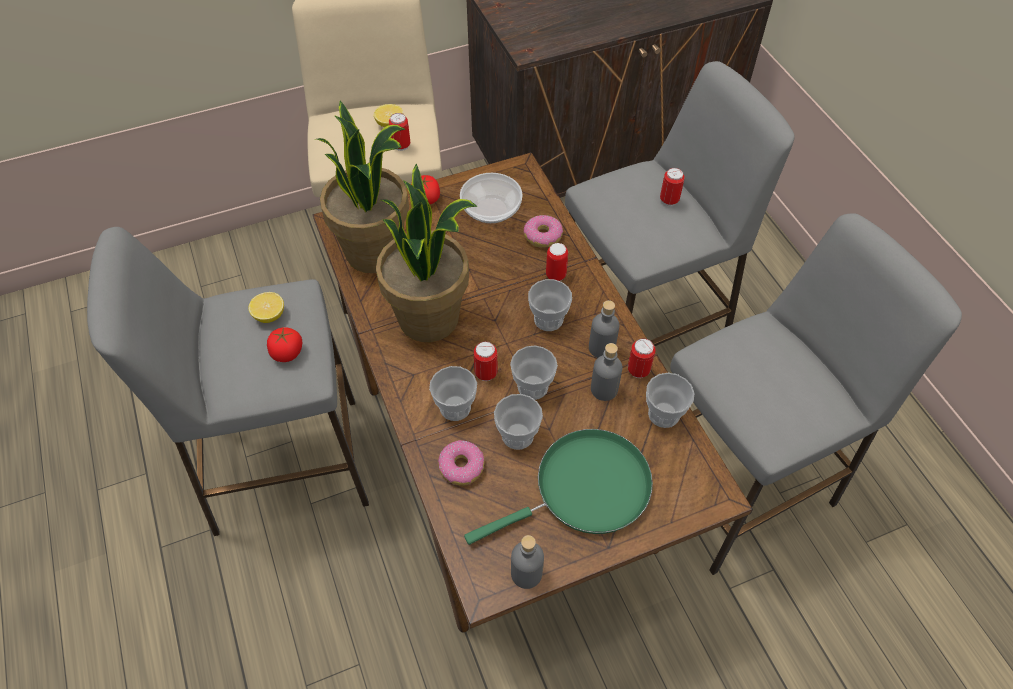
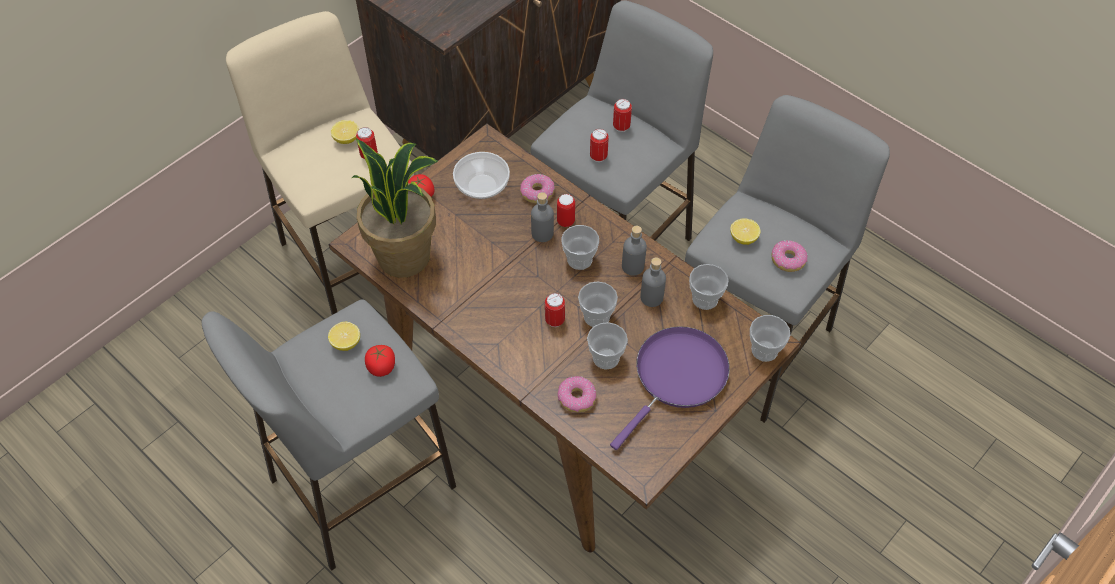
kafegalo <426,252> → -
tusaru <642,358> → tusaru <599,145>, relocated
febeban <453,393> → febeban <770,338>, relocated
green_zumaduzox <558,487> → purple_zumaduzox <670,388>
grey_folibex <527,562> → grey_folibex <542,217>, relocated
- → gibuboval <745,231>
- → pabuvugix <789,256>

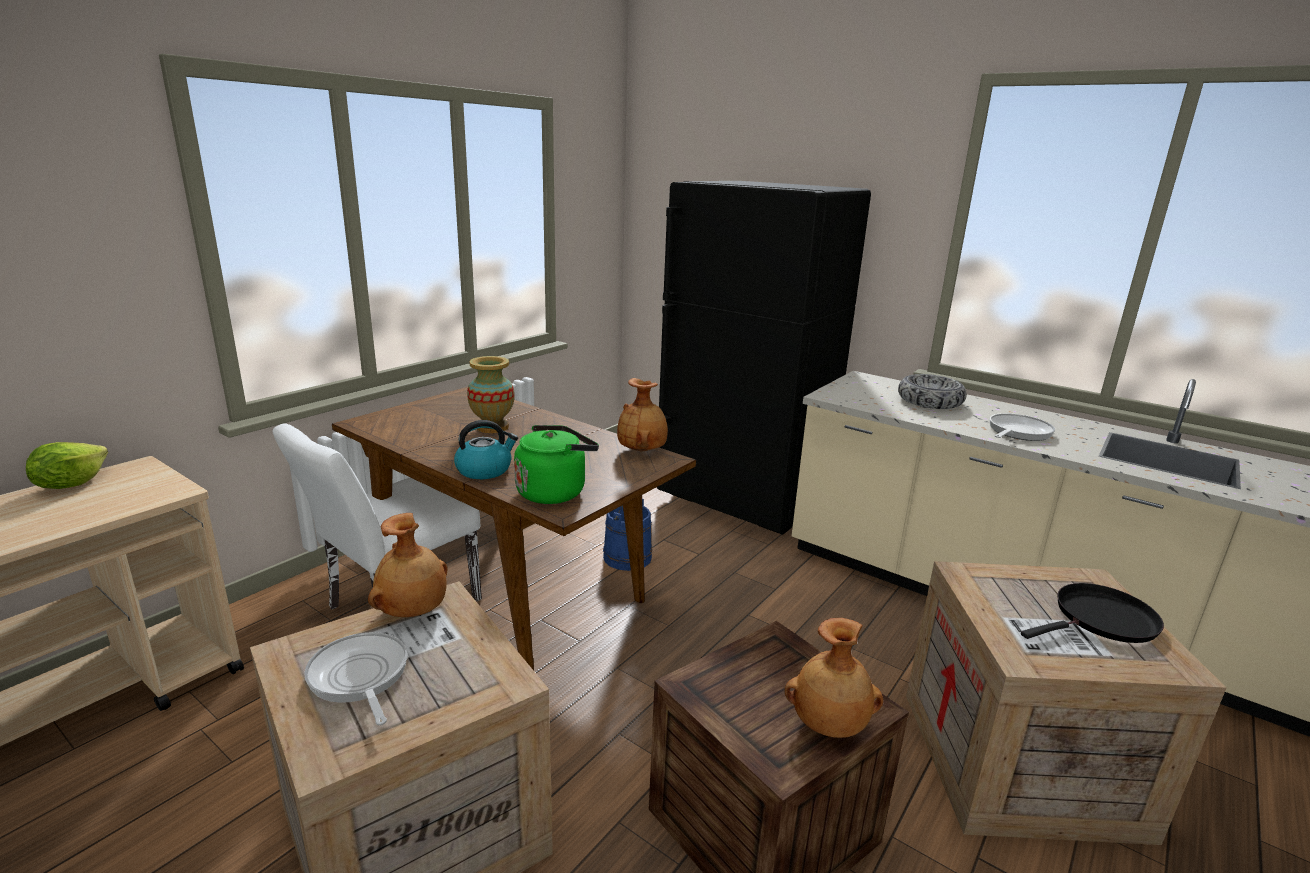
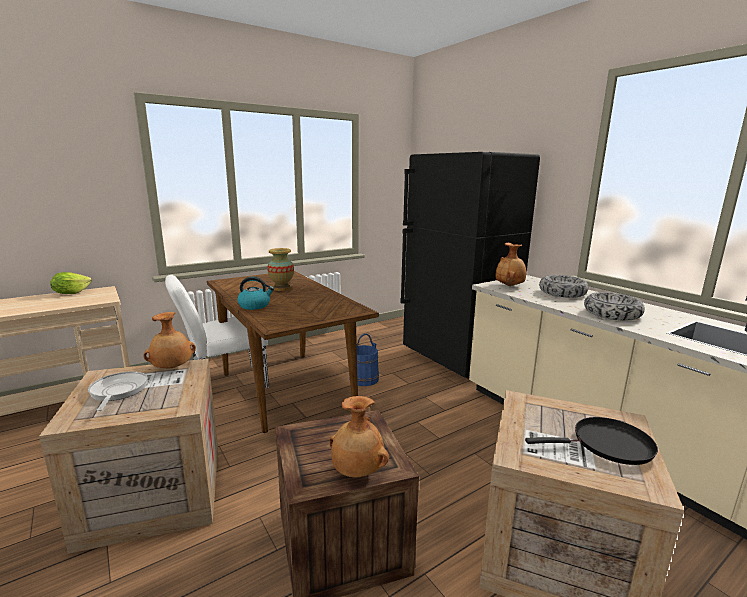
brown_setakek <642,415> → brown_setakek <510,264>, relocated
zumaduzox <1022,427> → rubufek <614,306>
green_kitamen <556,464> → -

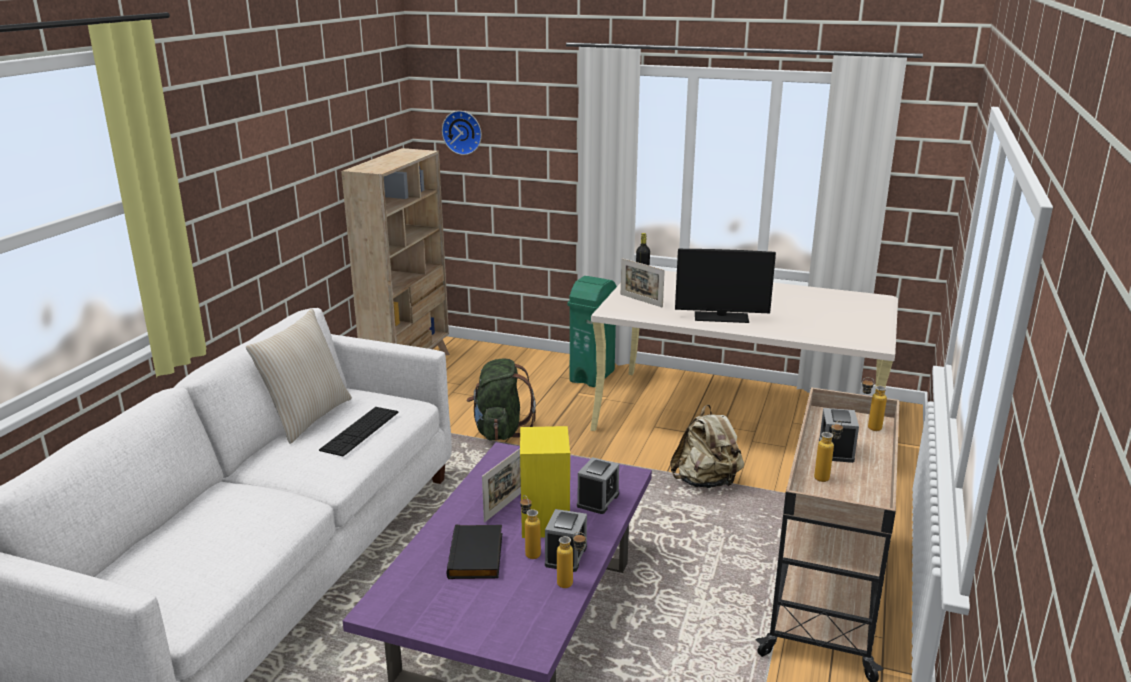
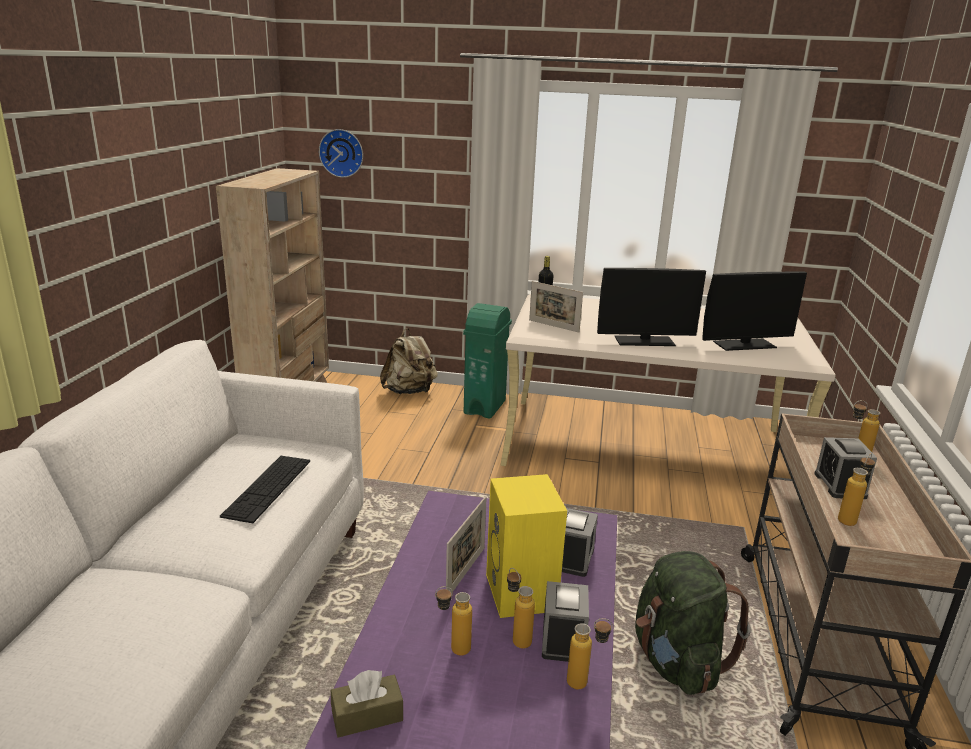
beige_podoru <299,376> → -
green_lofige <501,399> → green_lofige <693,623>, relocated
beige_lofige <707,446> → beige_lofige <409,361>, relocated
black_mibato <474,552> → folibex <453,621>
- → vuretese <754,311>
- → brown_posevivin <367,704>

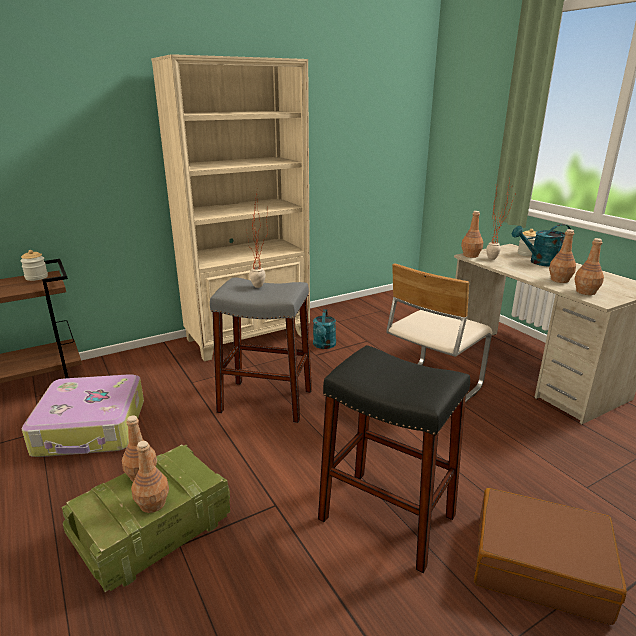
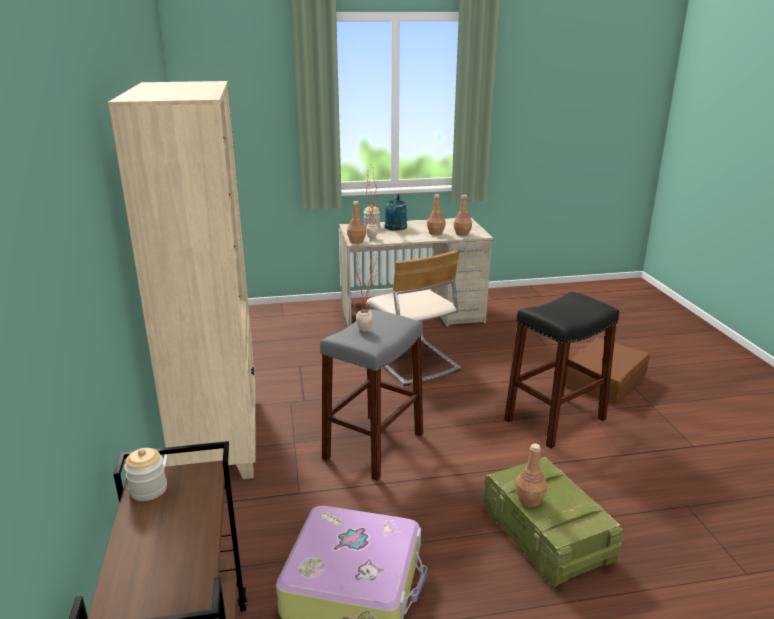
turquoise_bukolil <324,329> → -
brown_folibex <150,477> → -

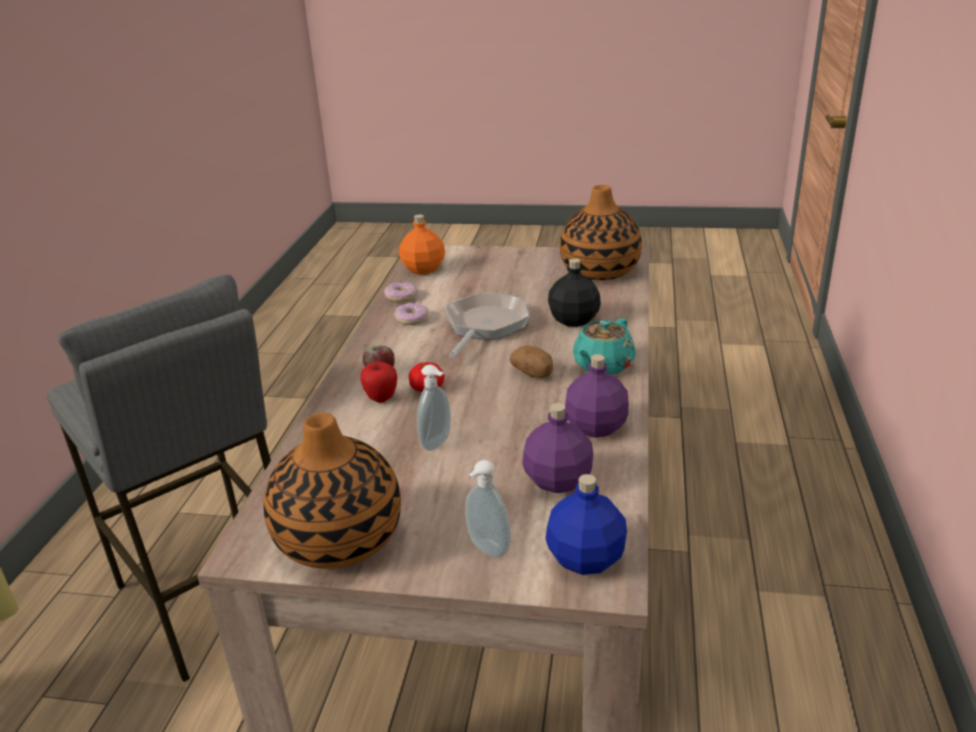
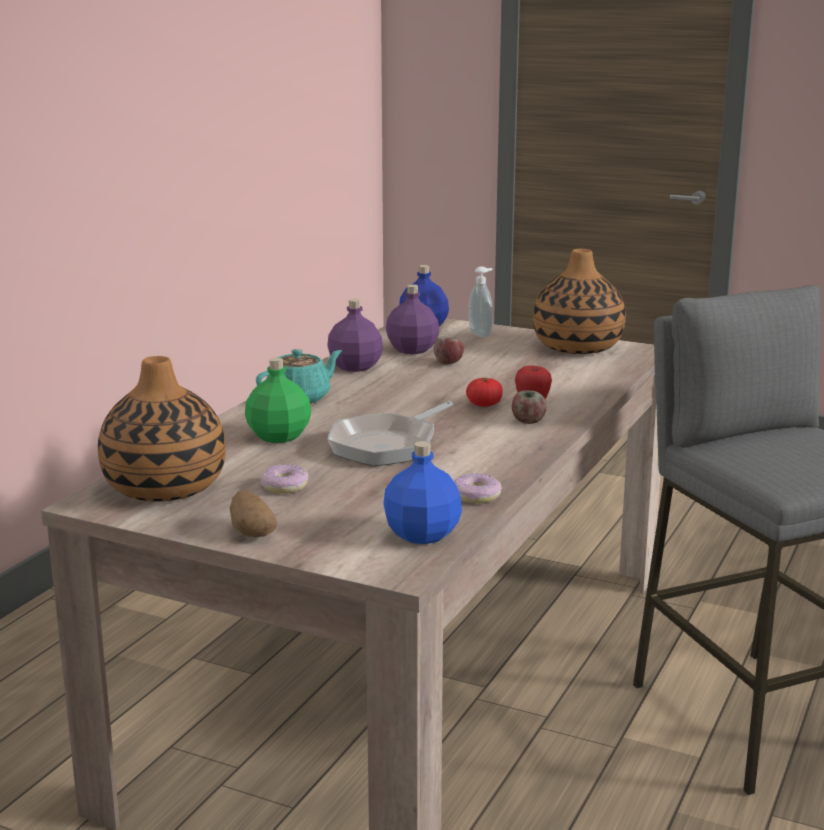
orange_folibex <422,245> → blue_folibex <422,492>
black_folibex <574,292> → green_folibex <278,400>
pabuvugix <411,314> → pabuvugix <284,479>, relocated
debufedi <531,362> → debufedi <253,513>, relocated
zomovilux <434,408> → -
- → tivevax <448,351>

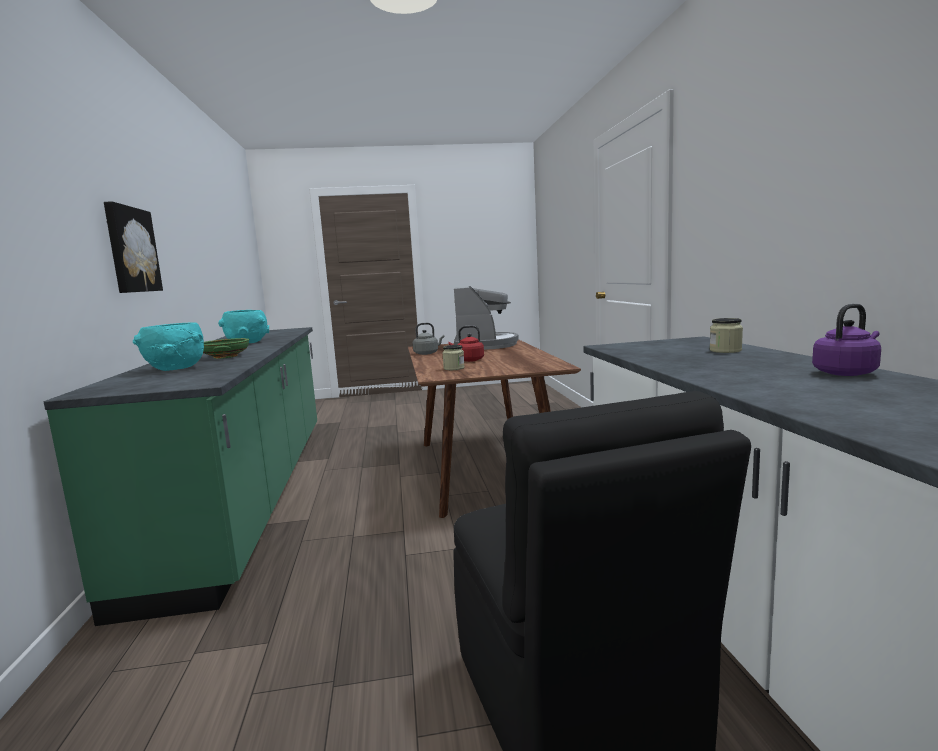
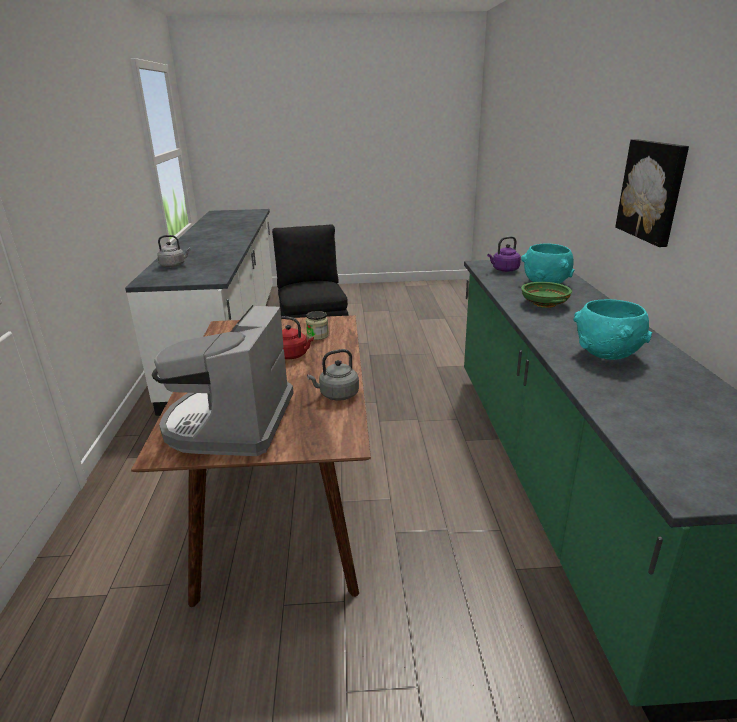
purple_kitamen <846,340> → purple_kitamen <504,254>, relocated
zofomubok <726,335> → grey_kitamen <174,251>

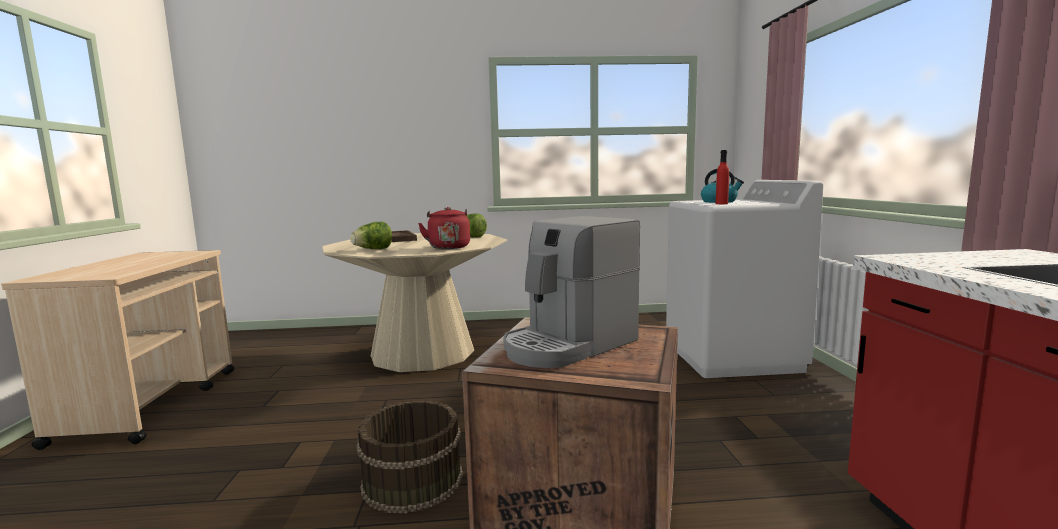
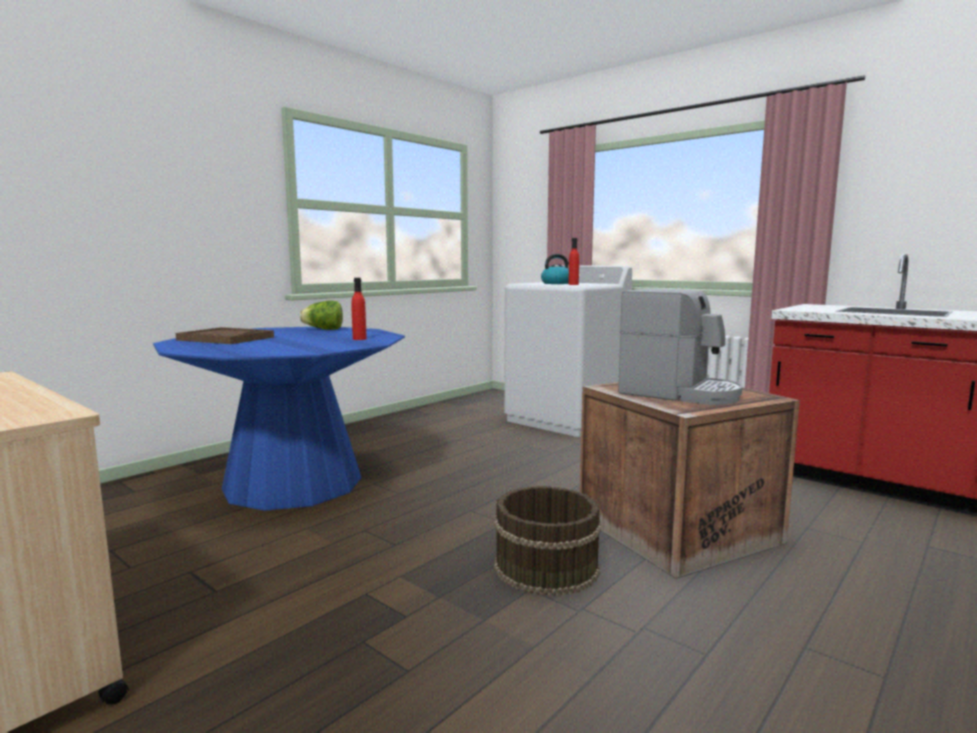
red_kitamen <444,228> → red_folibex <359,309>
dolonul <571,292> → dolonul <680,346>, 60 degrees counterclockwise
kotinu <371,235> → -
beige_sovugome <414,302> → blue_sovugome <279,419>

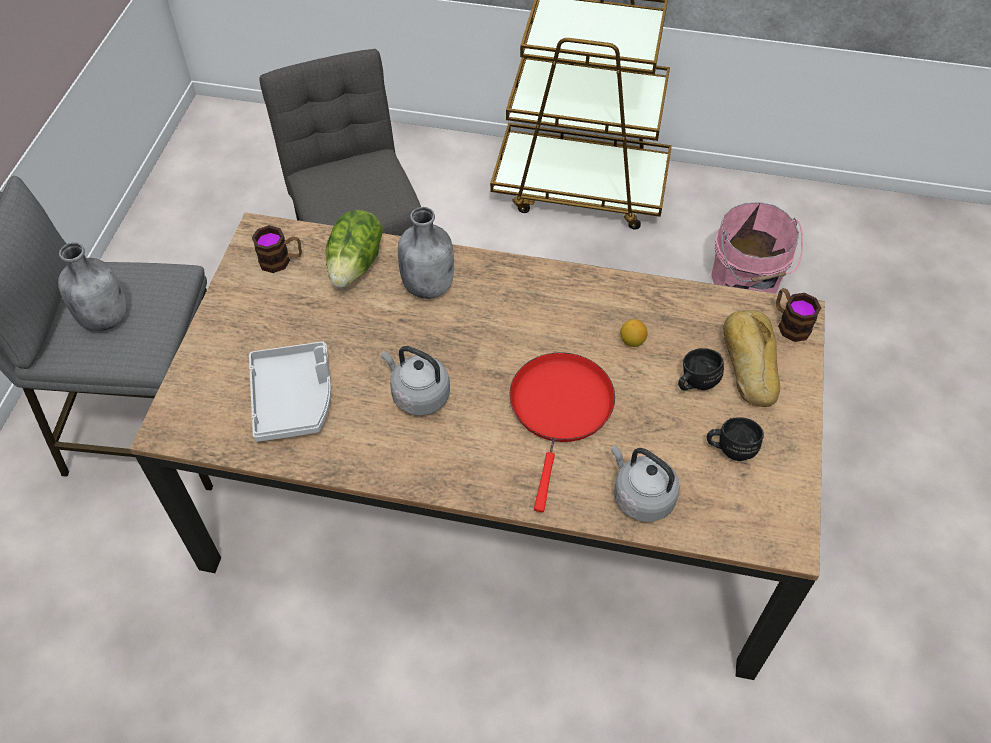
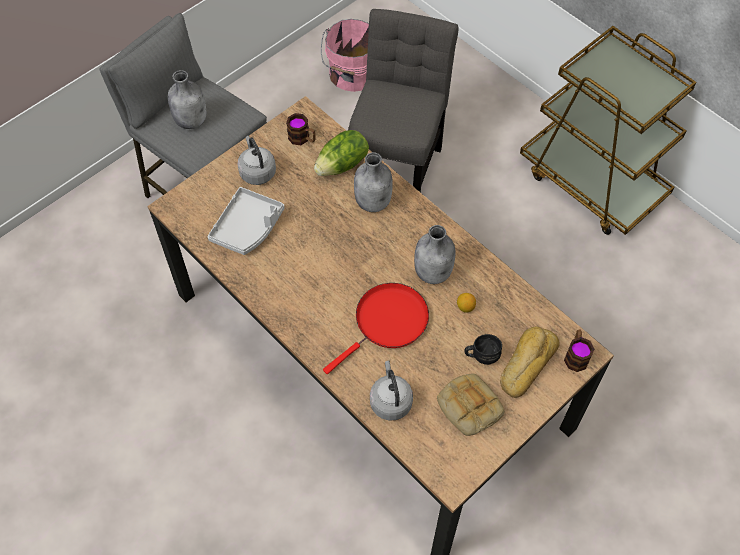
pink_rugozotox <757,247> → pink_rugozotox <345,55>, relocated
grey_kitamen <415,381> → grey_kitamen <256,160>, relocated
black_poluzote <735,439> → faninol <471,404>
- → grey_folibex <434,254>

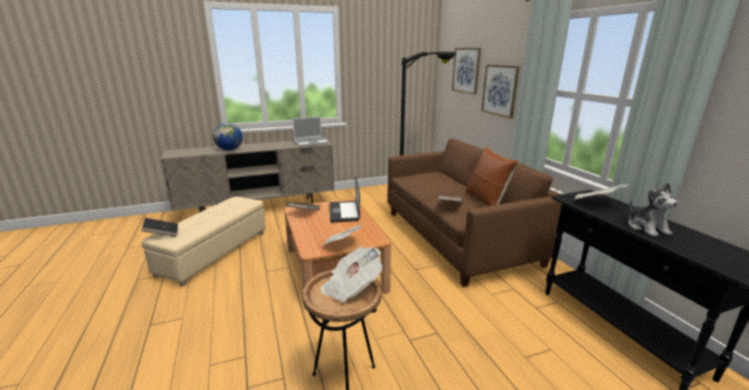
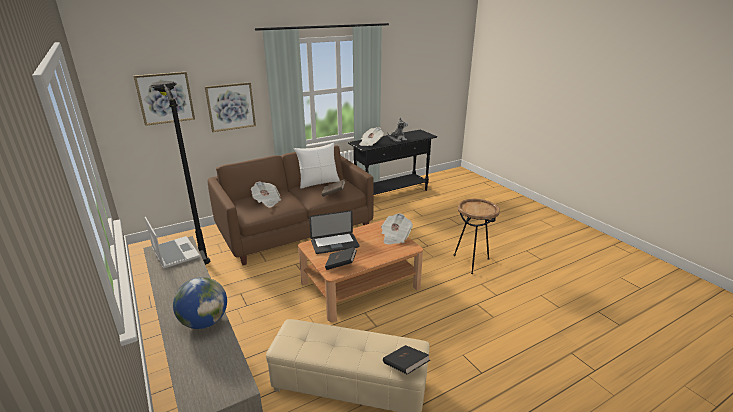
brown_podoru <492,176> → white_podoru <317,166>
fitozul <351,274> → fitozul <266,195>, relocated

